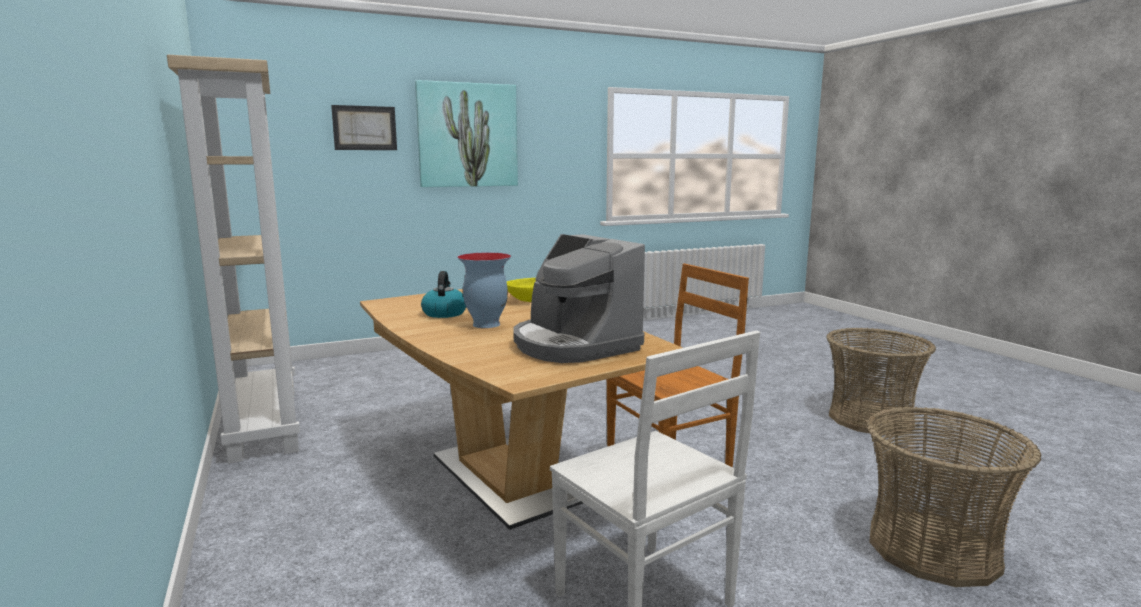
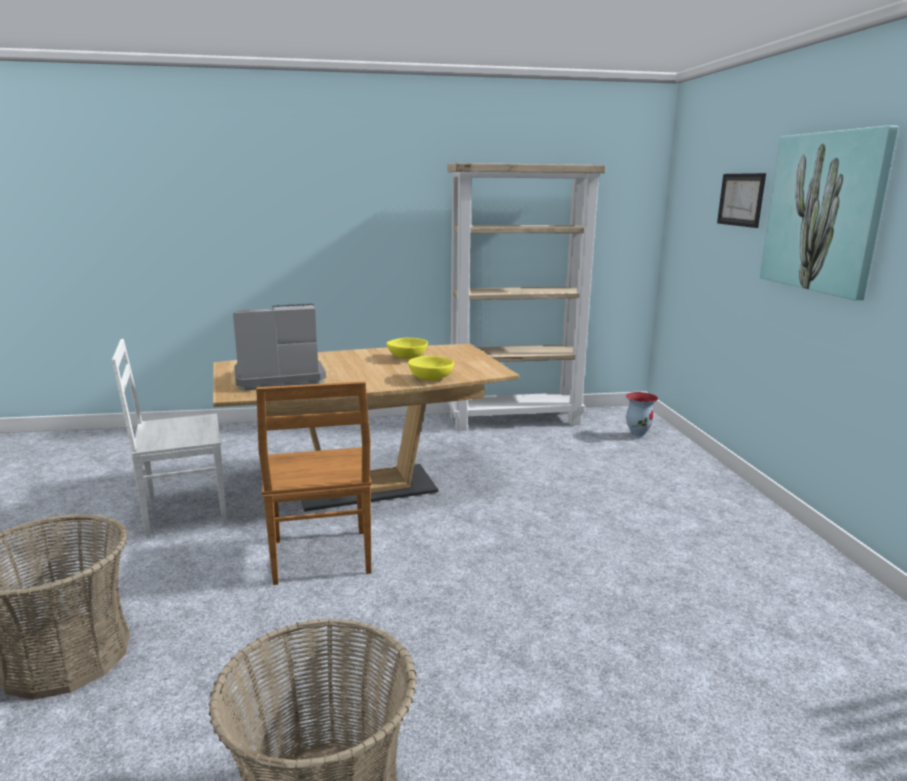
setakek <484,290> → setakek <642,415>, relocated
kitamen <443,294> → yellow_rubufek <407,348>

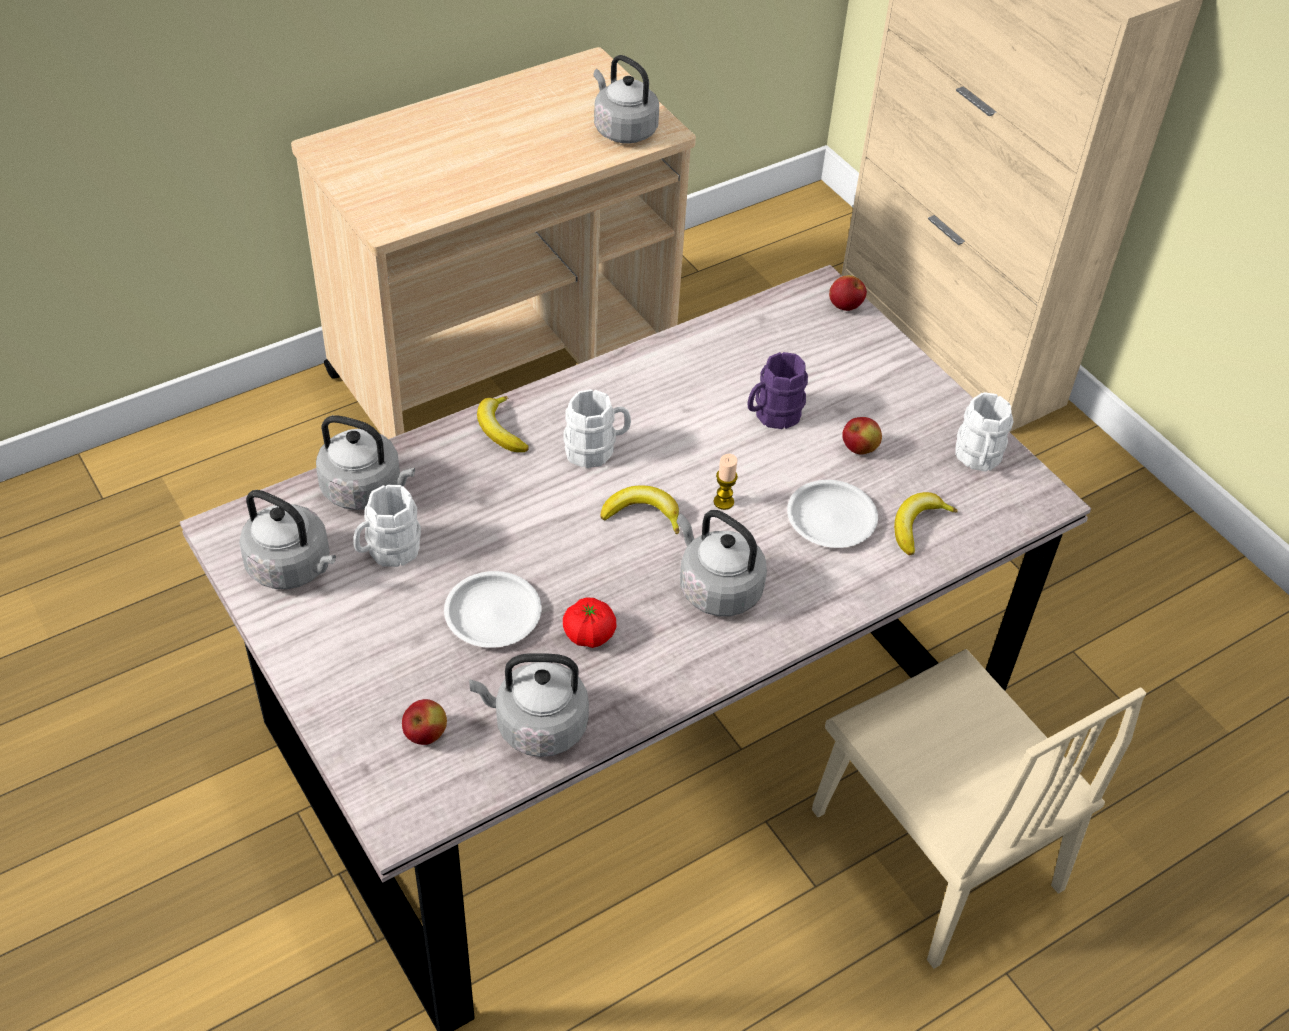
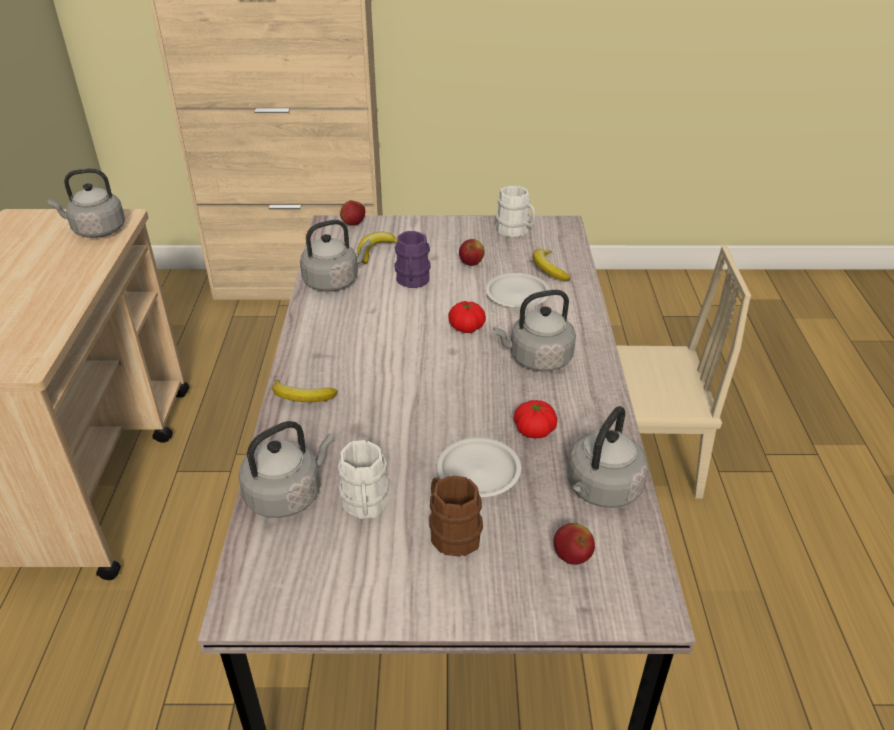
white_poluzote <597,428> → -
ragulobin <726,482> → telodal <467,317>
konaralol <640,510> → konaralol <377,248>, relocated
grey_kitamen <287,539> → grey_kitamen <335,256>, relocated
- → brown_poluzote <456,516>

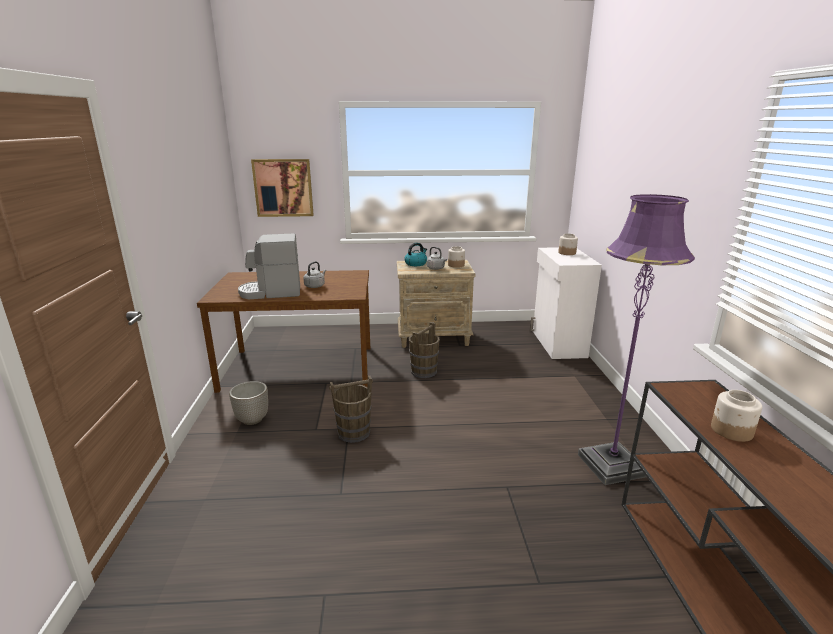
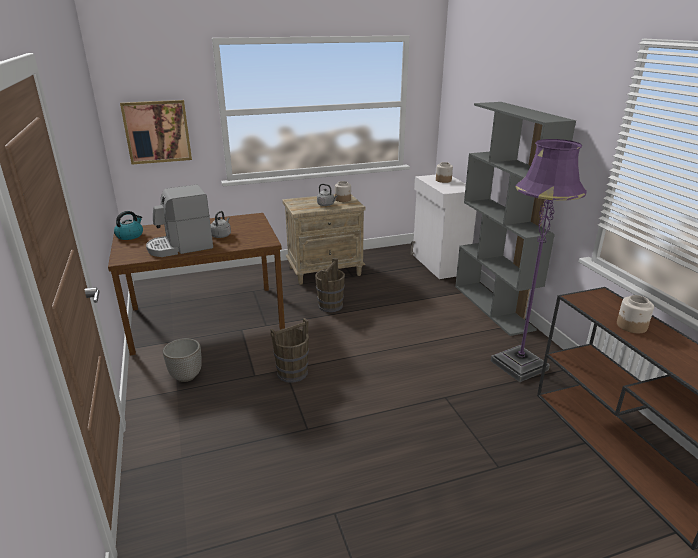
kitamen <415,254> → kitamen <128,225>, relocated
- → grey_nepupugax <515,219>

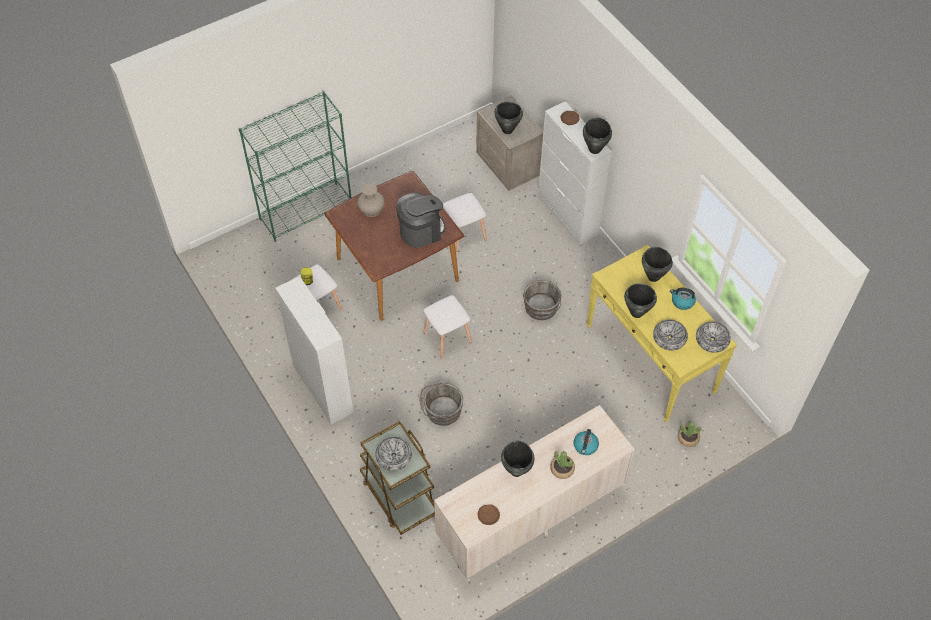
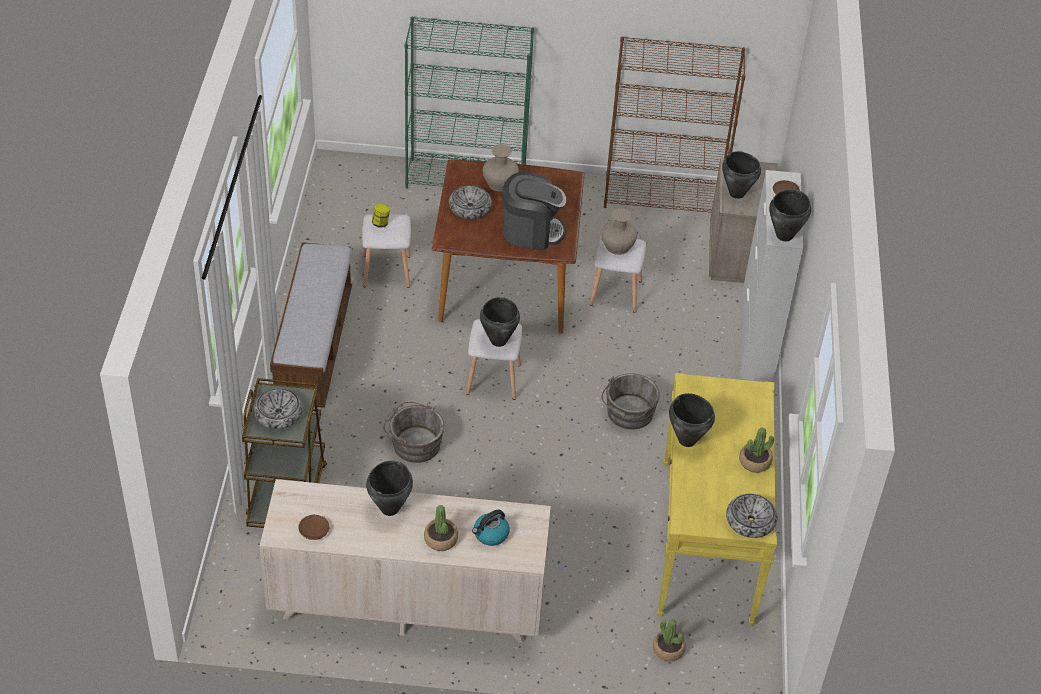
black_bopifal <657,264> → black_bopifal <500,322>, relocated
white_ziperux <314,350> → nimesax <311,325>
kitamen <683,299> → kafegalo <756,450>
rubufek <670,335> → rubufek <470,202>, relocated
- → brown_nepupugax <674,124>
- → beige_setakek <619,231>

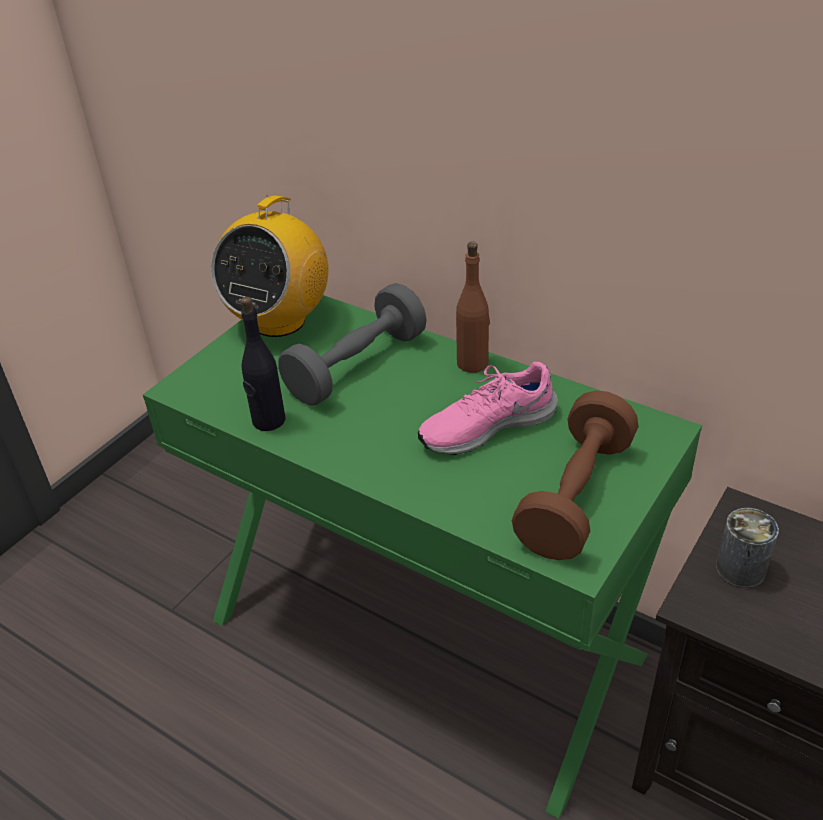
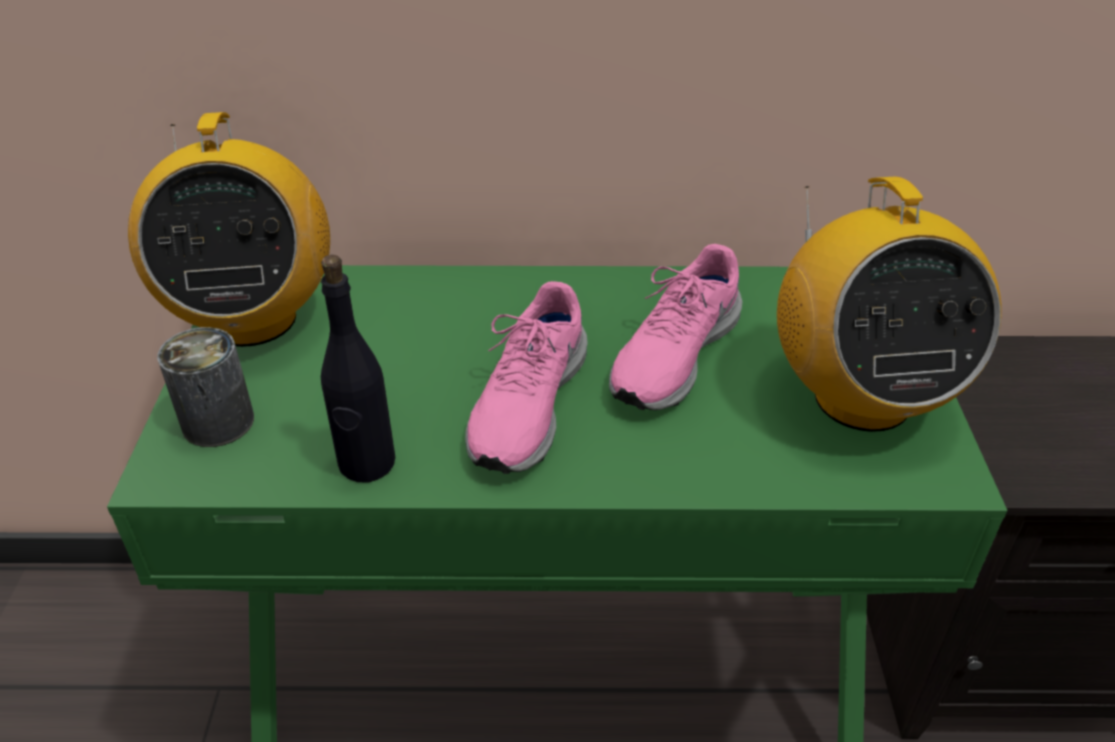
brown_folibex <473,307> → -
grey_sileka <352,344> → -
brown_sileka <575,475> → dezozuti <889,304>
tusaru <747,548> → tusaru <205,387>, relocated
- → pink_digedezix <526,377>

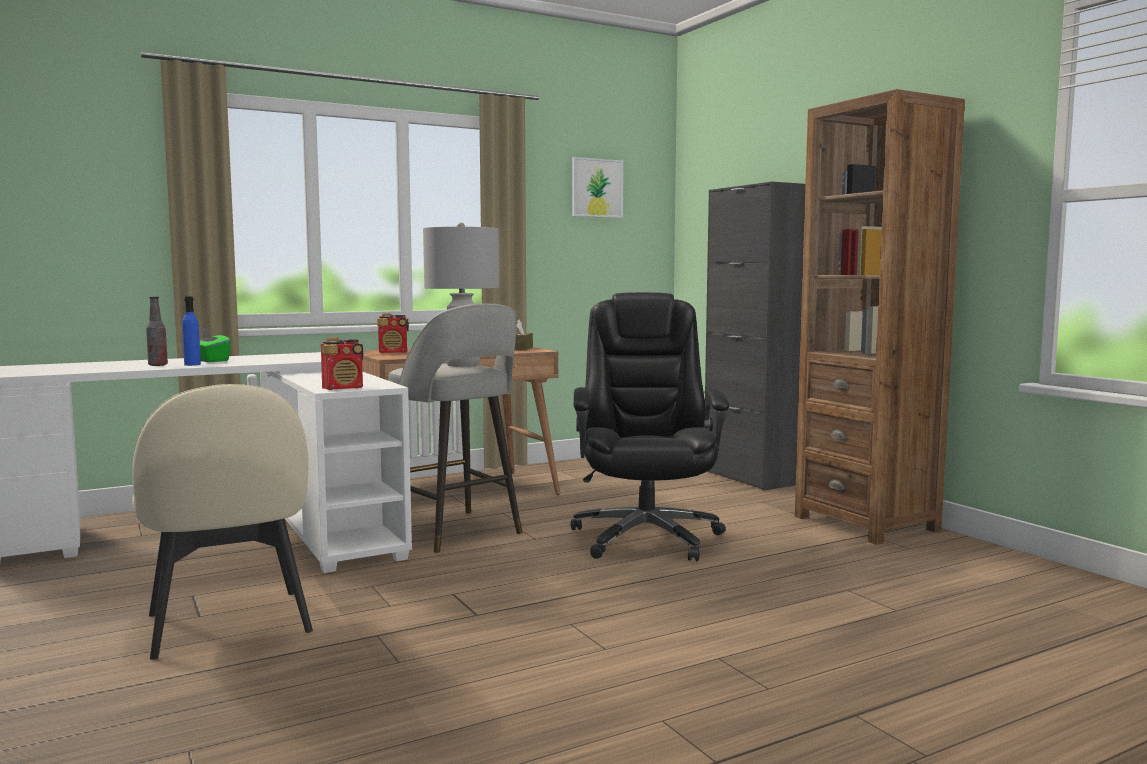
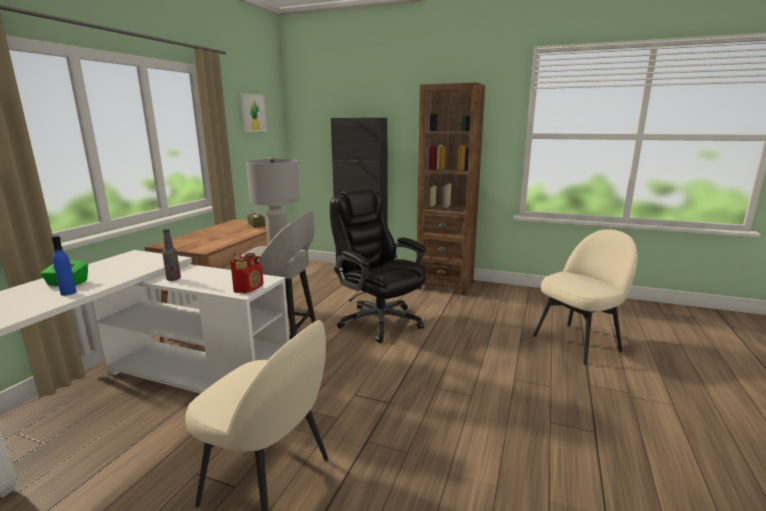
folibex <157,331> → folibex <171,255>, relocated
dezozuti <393,333> → -
- → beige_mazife <585,297>

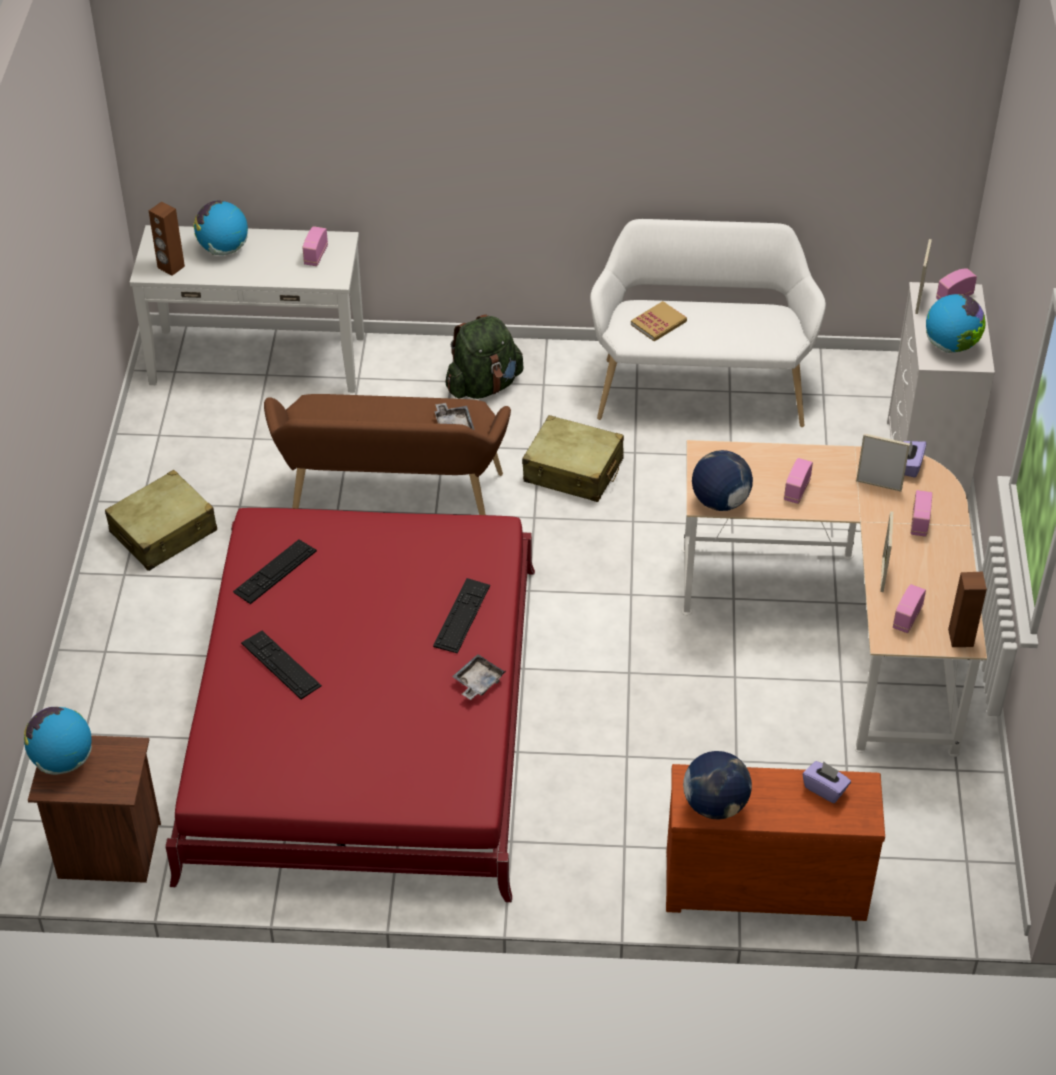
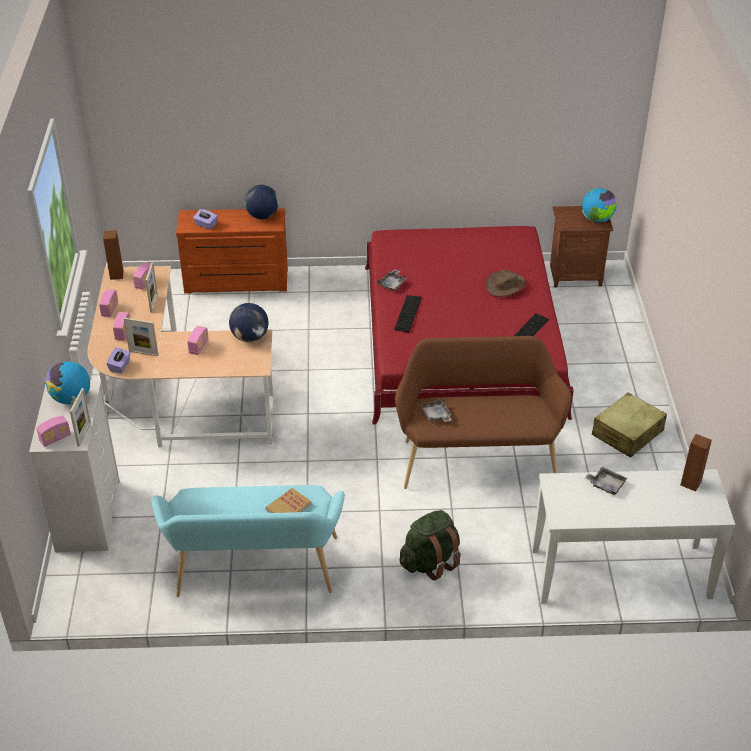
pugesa <220,227> → -
white_nimesax <708,323> → turquoise_nimesax <248,541>
dezozuti <315,246> → dezozuti <108,303>, relocated
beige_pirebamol <573,458> → -
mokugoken <281,665> → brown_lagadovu <506,283>
- → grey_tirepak <606,481>

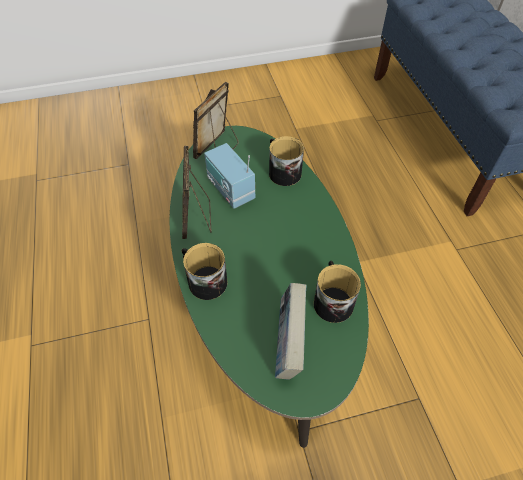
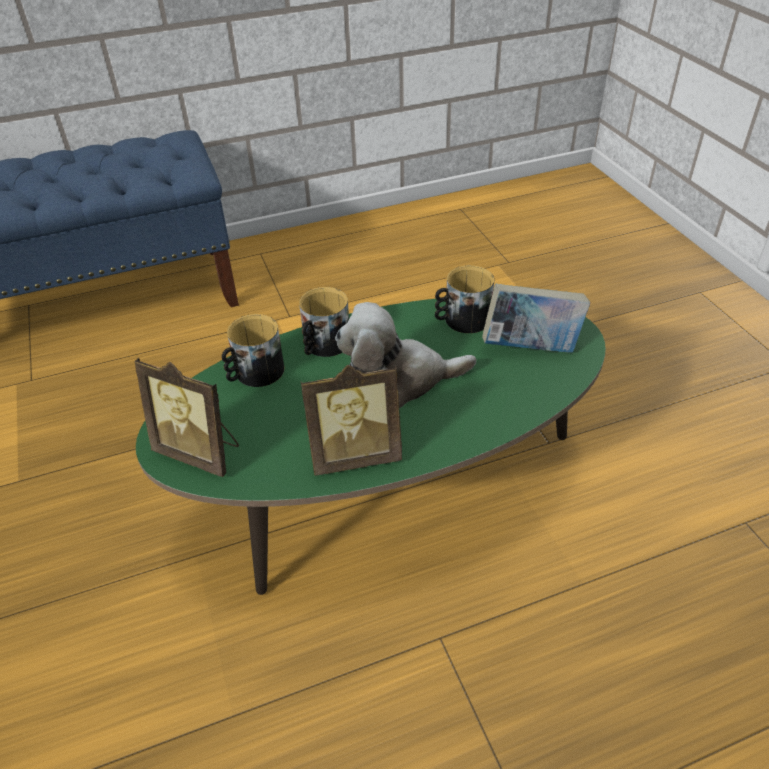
dezozuti <229,176> → -
poluzote <204,271> → poluzote <324,322>, relocated
- → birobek <405,355>

